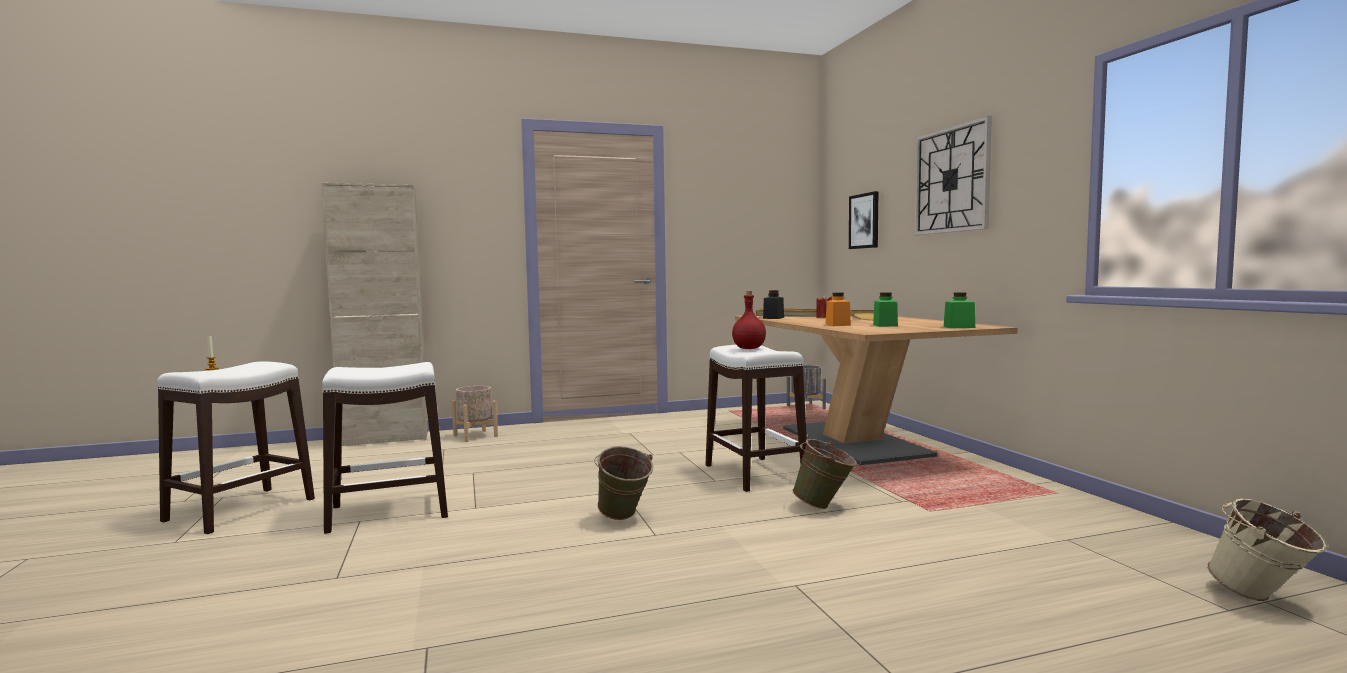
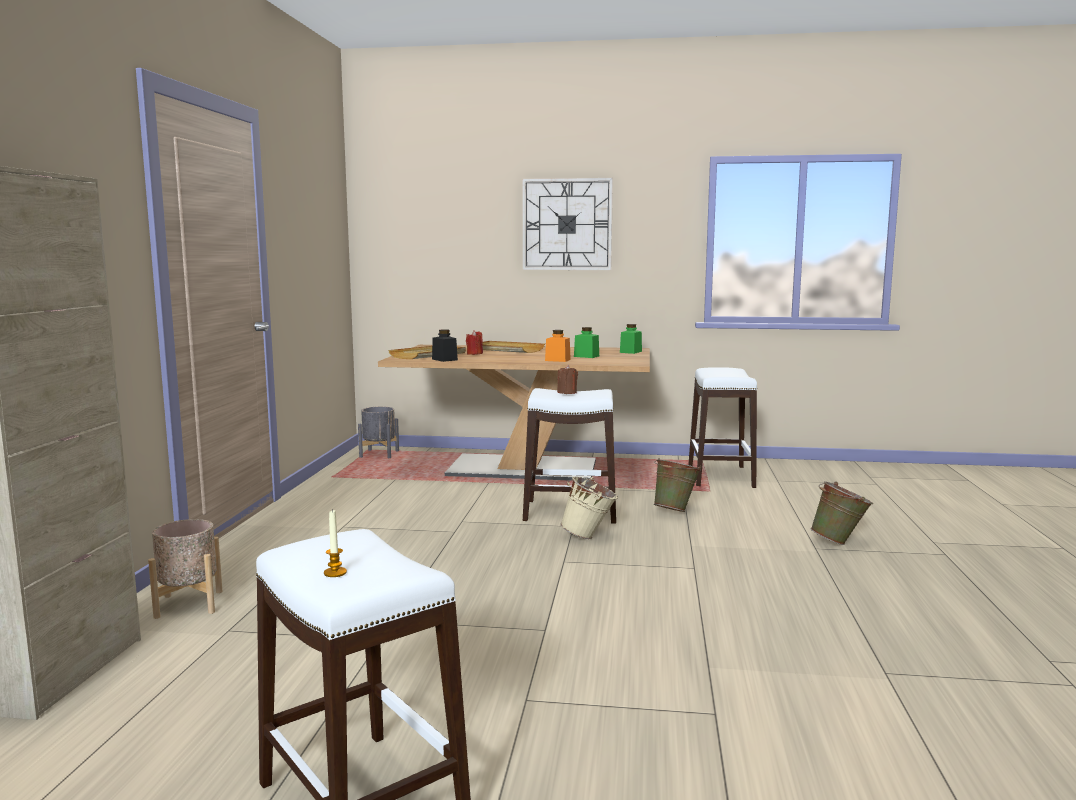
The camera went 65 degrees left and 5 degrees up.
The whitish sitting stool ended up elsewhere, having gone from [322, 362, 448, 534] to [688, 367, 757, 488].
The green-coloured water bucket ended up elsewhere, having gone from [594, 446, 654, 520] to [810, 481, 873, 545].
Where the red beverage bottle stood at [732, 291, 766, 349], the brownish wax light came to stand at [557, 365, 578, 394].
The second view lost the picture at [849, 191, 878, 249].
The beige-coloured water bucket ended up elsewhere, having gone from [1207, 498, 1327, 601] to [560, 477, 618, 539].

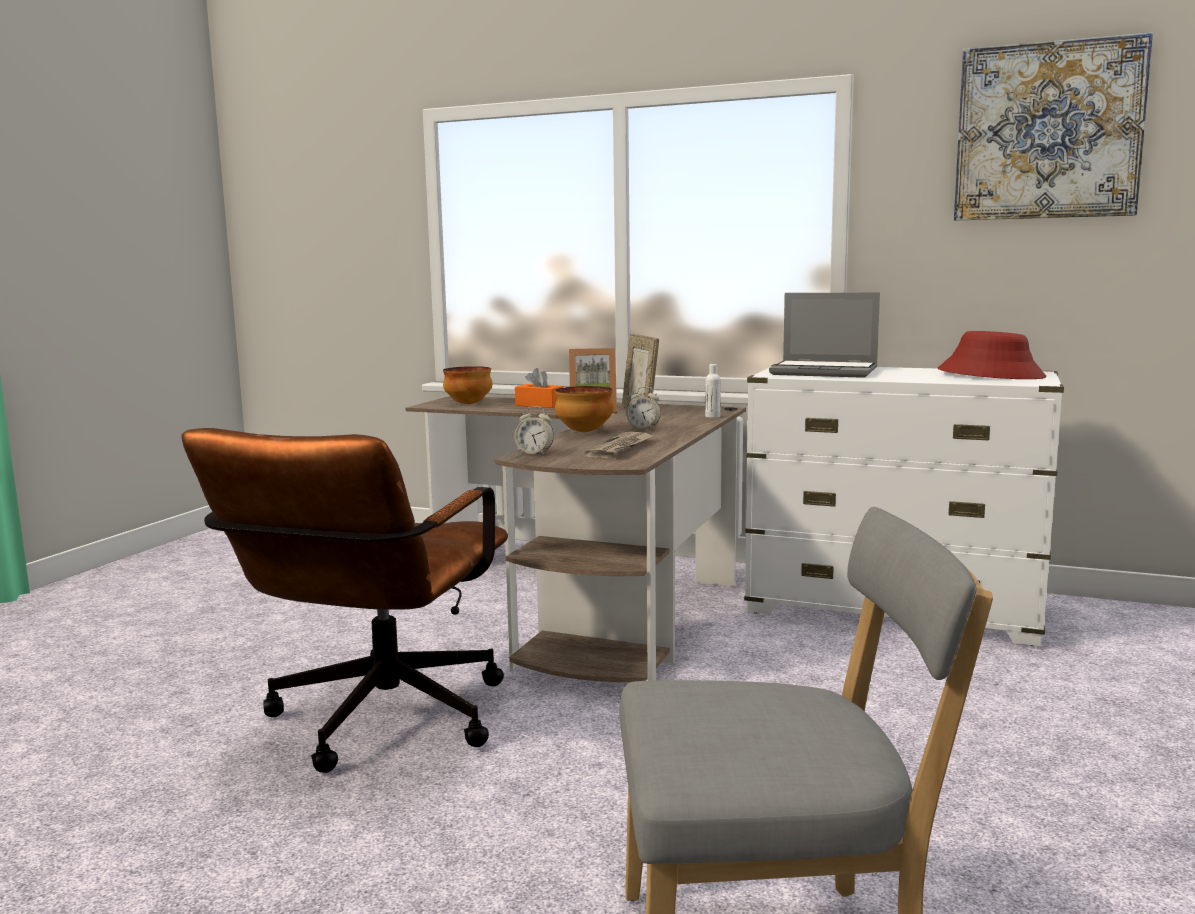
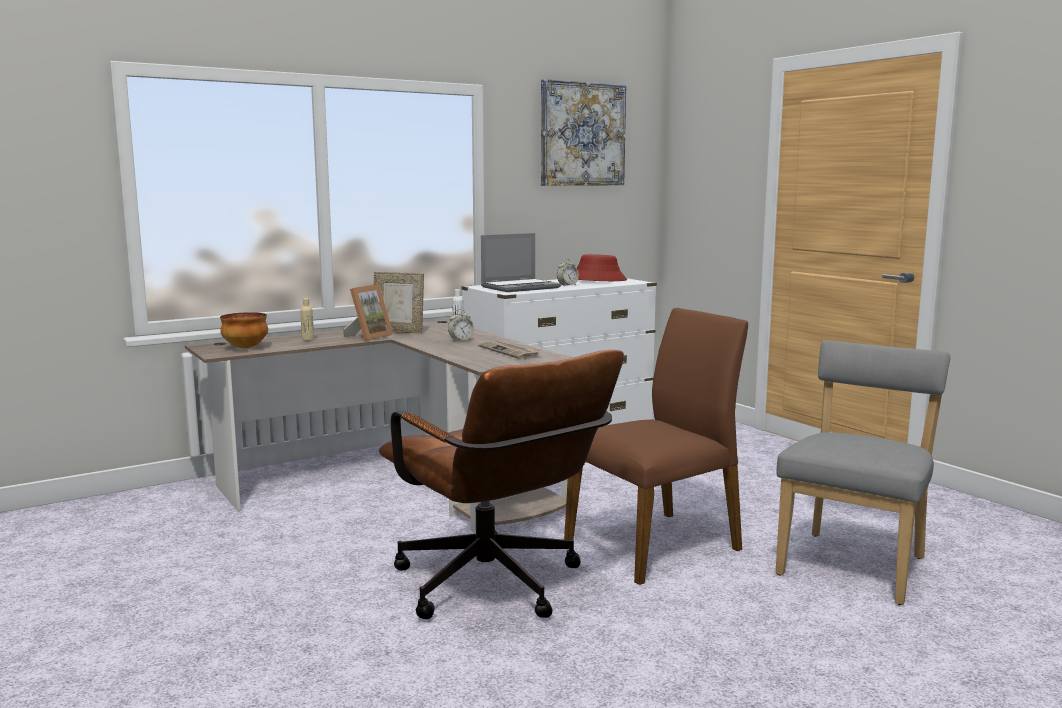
The camera went 55 degrees left and 0 degrees up.
The alarm clock ended up elsewhere, having gone from [514, 406, 554, 455] to [557, 258, 579, 286].
Where the orange box of tissues stood at [515, 368, 564, 408], the beige-coloured beverage bottle came to stand at [300, 298, 314, 341].
The second view lost the bowl at [555, 386, 614, 432].
The second view gained the brownish chair at [564, 308, 748, 585].

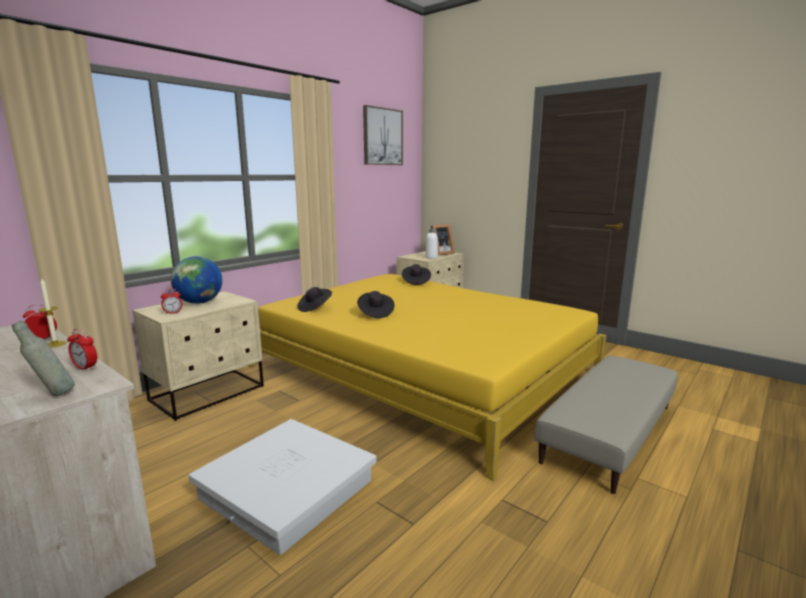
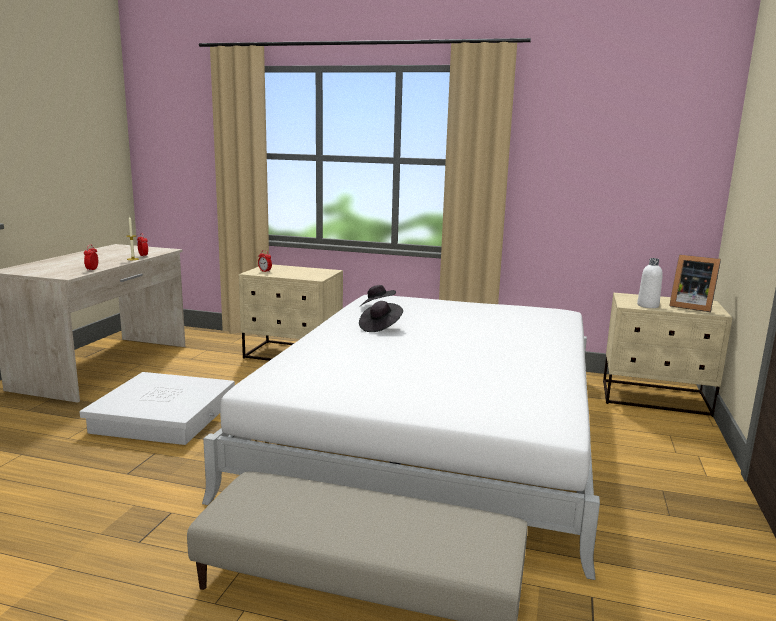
The camera went 65 degrees right and 0 degrees up.
The second view lost the grey beverage bottle at [12, 321, 75, 396].
The second view lost the globe at [171, 256, 222, 304].
What was the yellow sleeping bed at [247, 274, 606, 481] turned into the whitish sleeping bed at [202, 295, 600, 580].
The second view lost the picture at [363, 105, 403, 165].
The second view lost the black clothing hat at [402, 264, 431, 285].

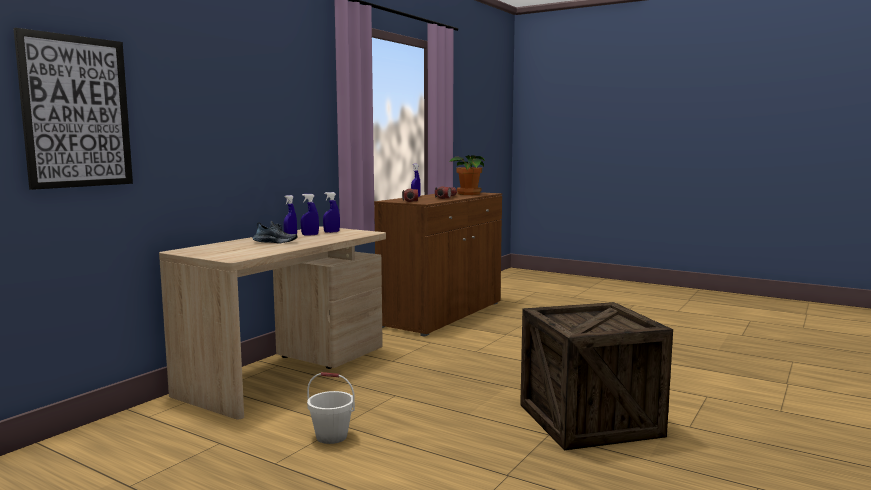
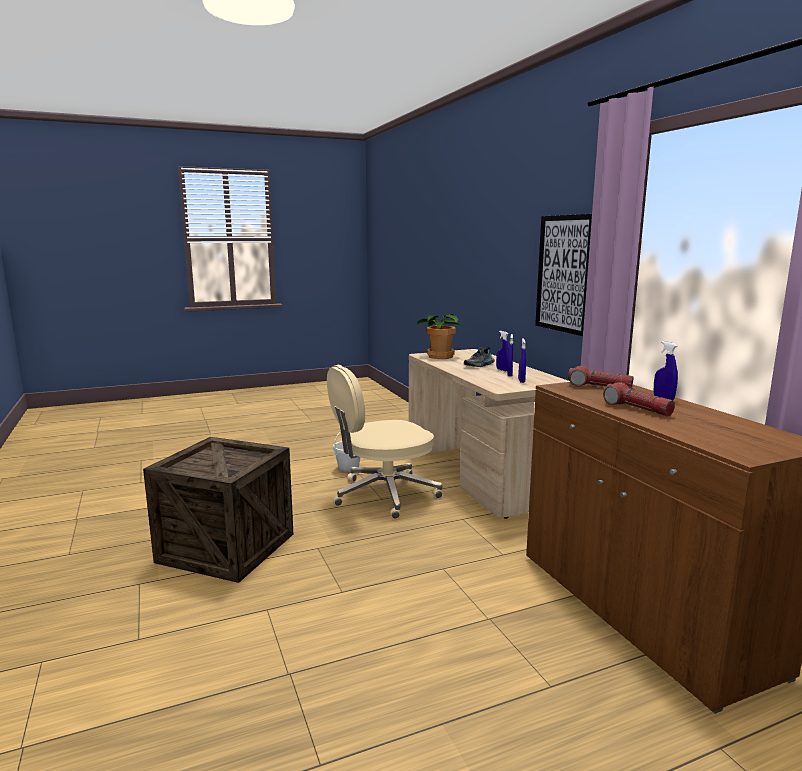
The camera went 125 degrees right and 5 degrees up.
The picture ended up elsewhere, having gone from [13, 28, 133, 190] to [535, 214, 592, 336].
The houseplant ended up elsewhere, having gone from [448, 155, 485, 195] to [417, 314, 459, 359].
The second view gained the beige-coloured office chair at [327, 365, 443, 519].

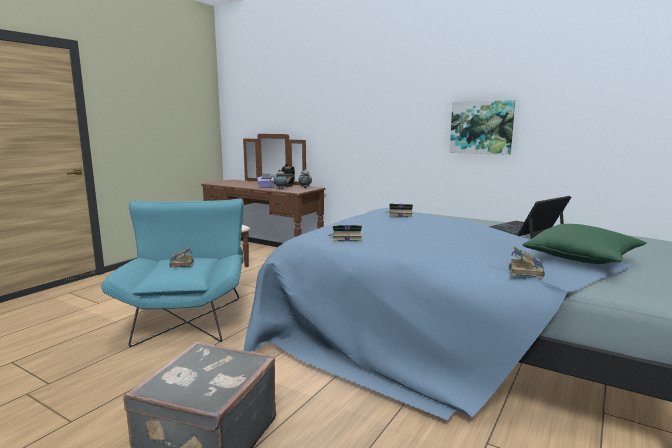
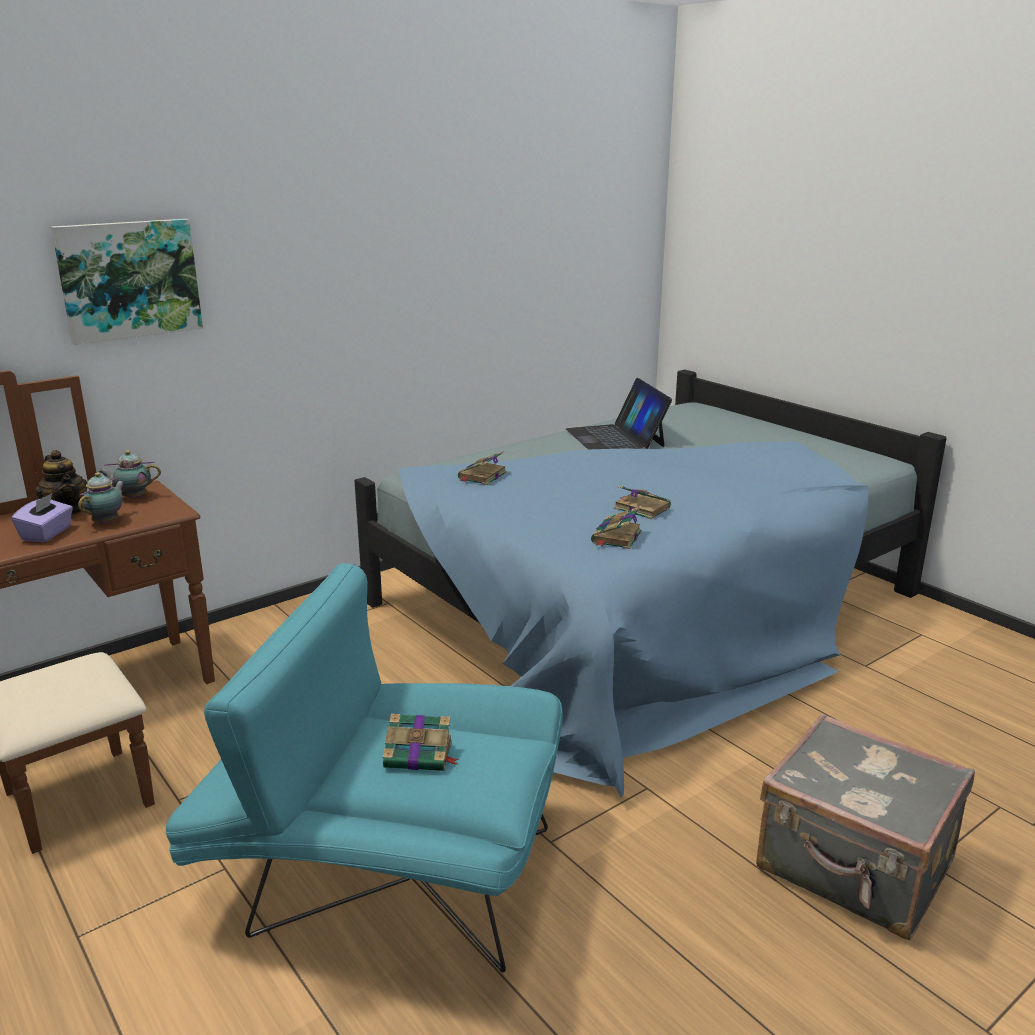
The camera went 70 degrees left and 10 degrees up.
The picture ended up elsewhere, having gone from [450, 100, 515, 155] to [51, 219, 203, 345].
The volume ended up elsewhere, having gone from [509, 246, 545, 278] to [614, 485, 671, 519].
The second view lost the green-coloured pillow at [522, 224, 646, 264].

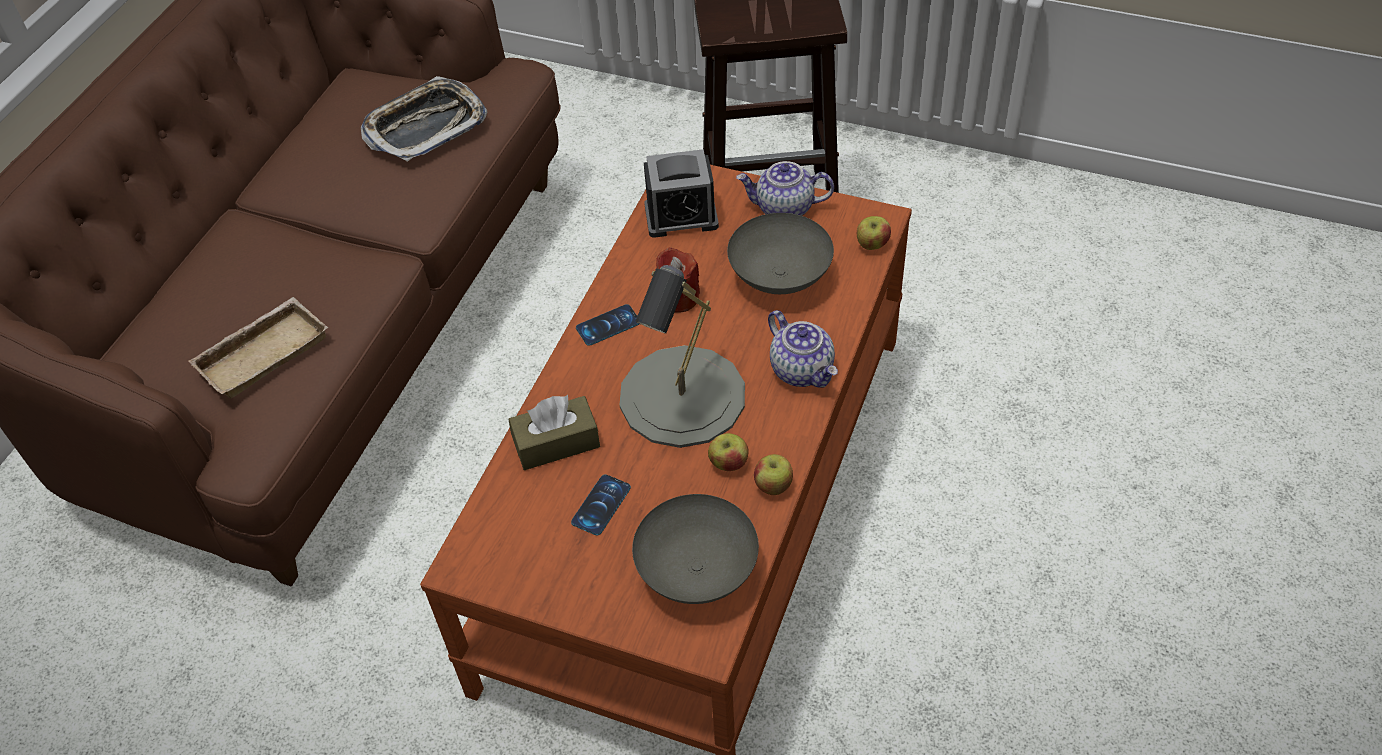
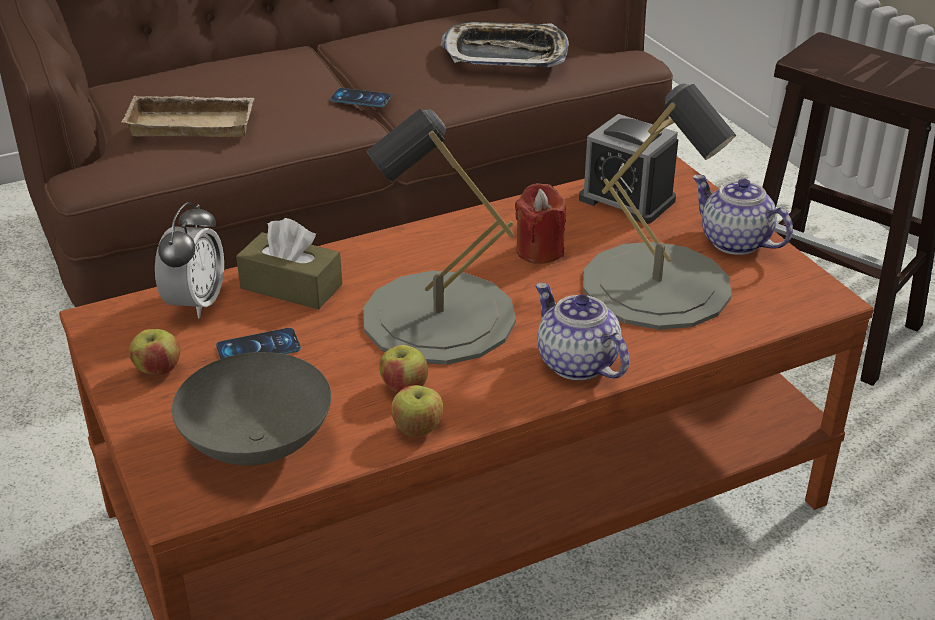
The camera went 40 degrees right and 15 degrees down.
The handset ended up elsewhere, having gone from [576, 304, 639, 346] to [330, 88, 391, 107].
Where the grey bowl stood at [727, 213, 834, 294], the grey table lamp came to stand at [583, 83, 736, 330].
The teapot at [768, 310, 838, 388] ended up facing another way, 135 degrees clockwise from before.
The apple ended up elsewhere, having gone from [857, 216, 891, 250] to [129, 329, 180, 375].
The second view gained the alarm clock at [155, 202, 224, 318].

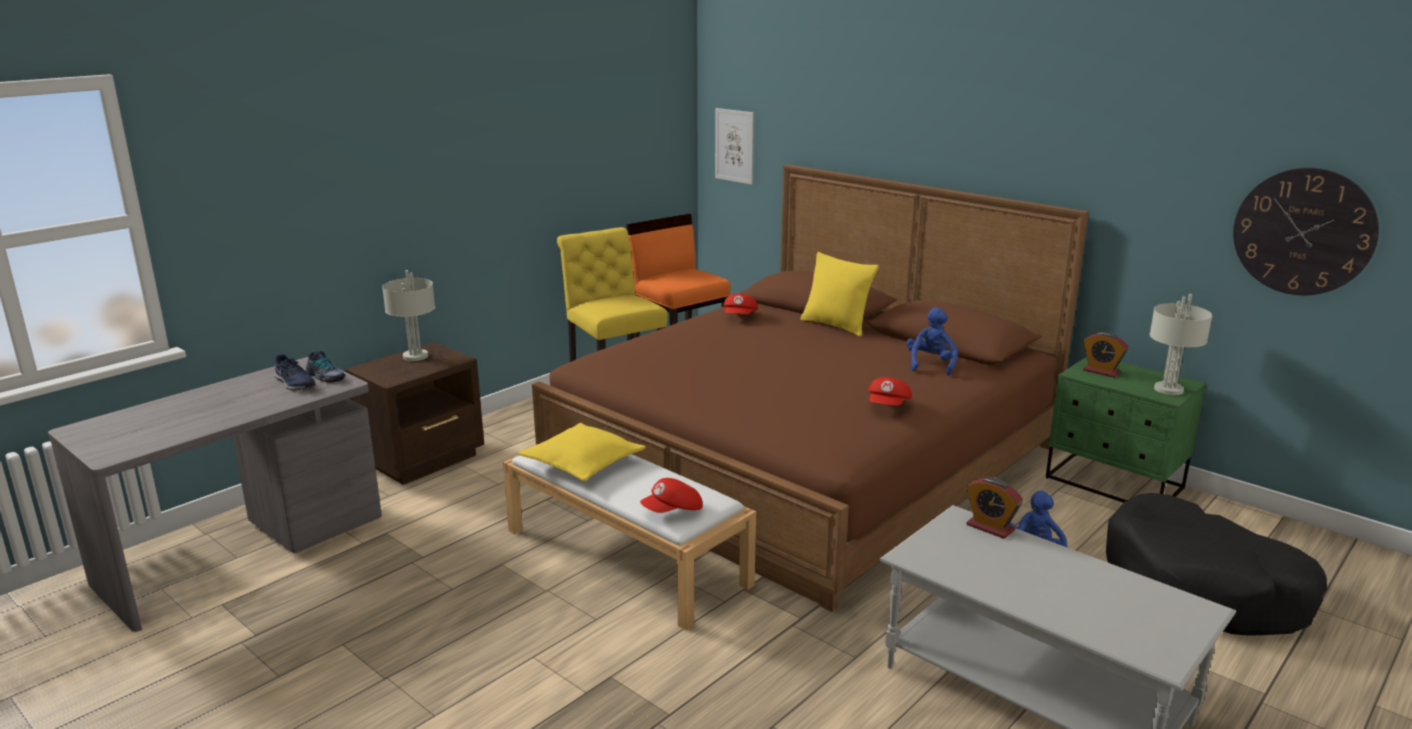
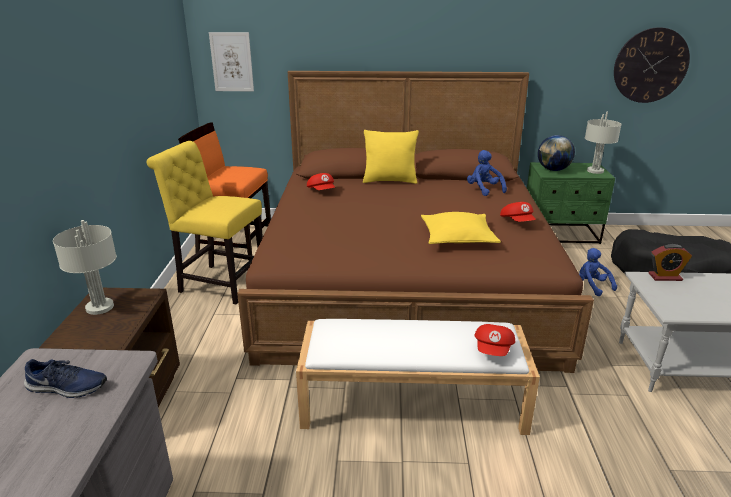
The camera went 40 degrees left and 5 degrees up.
The second view lost the low shoe at [306, 351, 346, 383].
The yellow pillow ended up elsewhere, having gone from [518, 423, 646, 481] to [421, 212, 501, 244].
Where the alarm clock stood at [1083, 332, 1129, 377], the globe came to stand at [538, 135, 575, 171].

